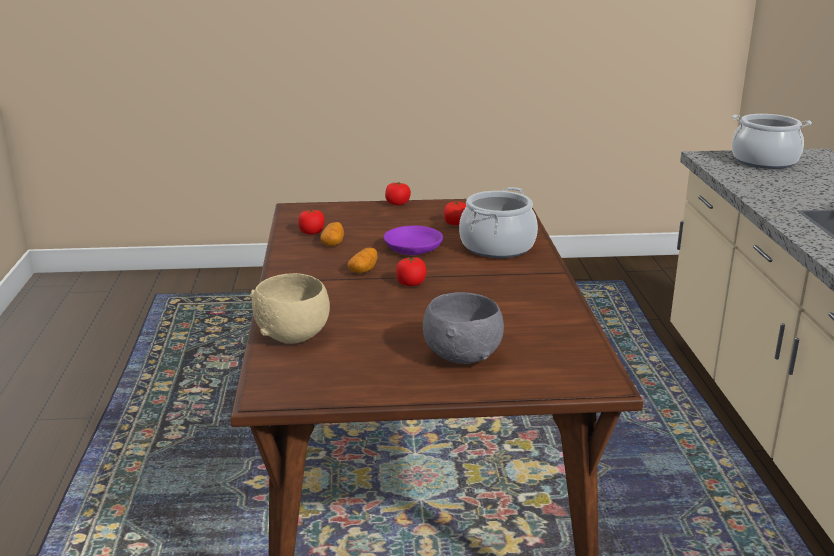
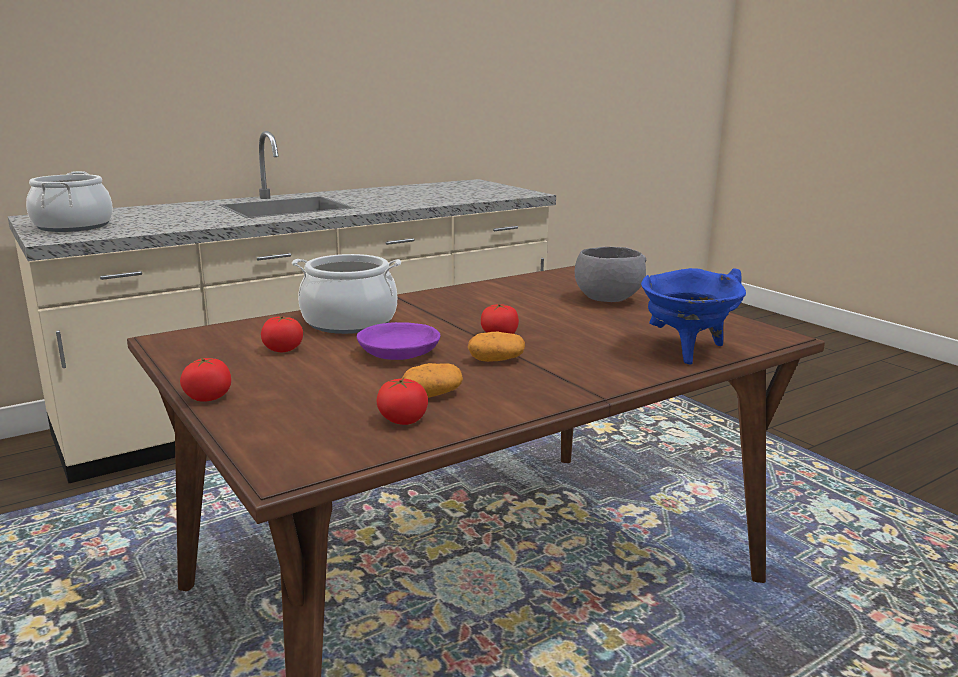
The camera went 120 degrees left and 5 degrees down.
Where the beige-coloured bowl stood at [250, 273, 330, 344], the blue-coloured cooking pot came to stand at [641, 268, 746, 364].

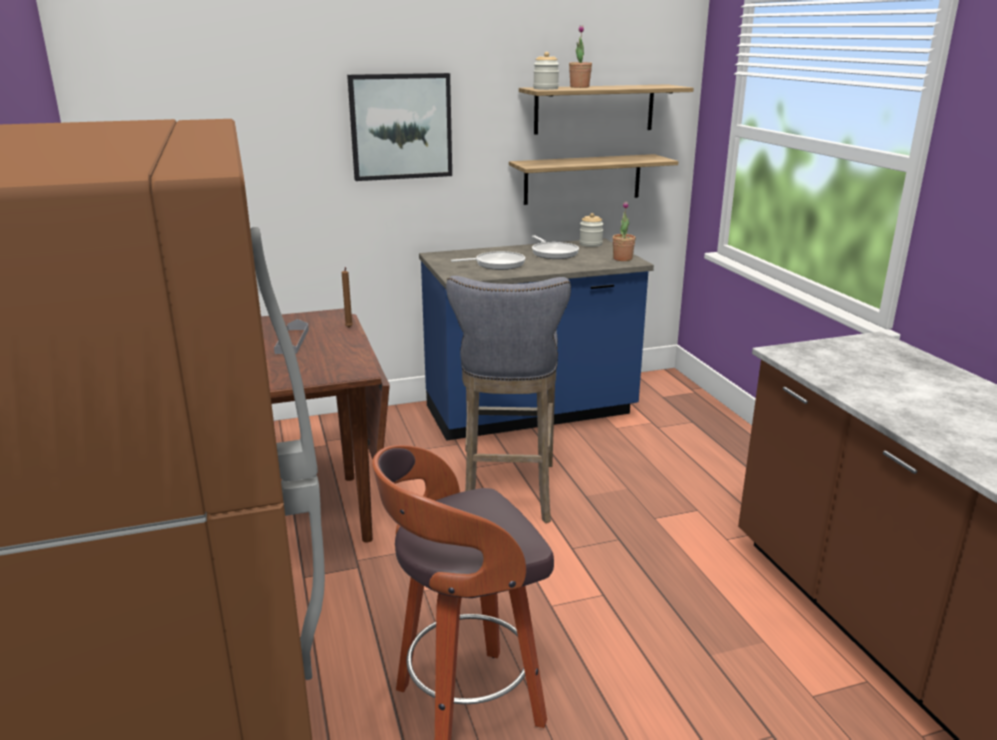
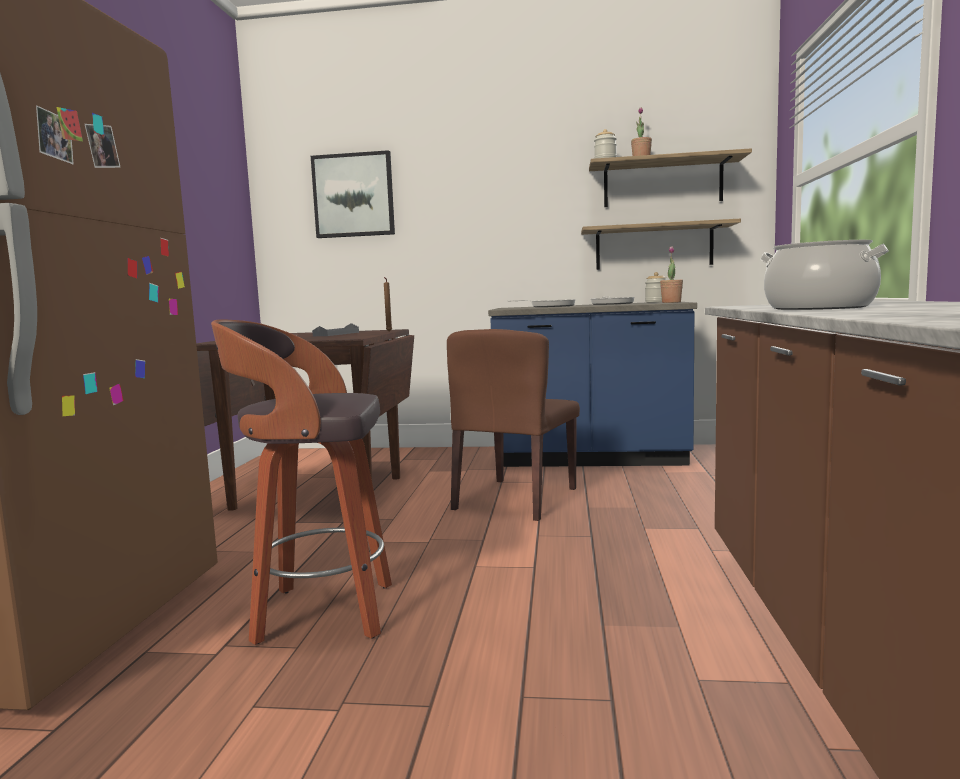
The camera went 25 degrees right and 15 degrees down.
The picture ended up elsewhere, having gone from [347, 73, 452, 181] to [311, 150, 395, 238].
Where the grey sitting stool stood at [446, 276, 571, 523], the brownish chair came to stand at [447, 329, 580, 521].
The second view gained the cooking pot at [760, 240, 889, 310].

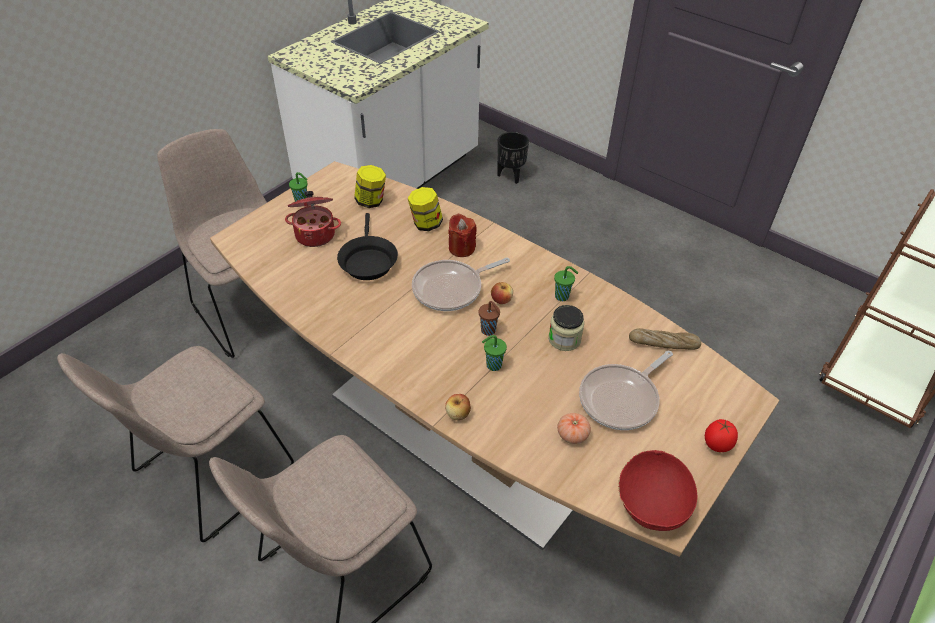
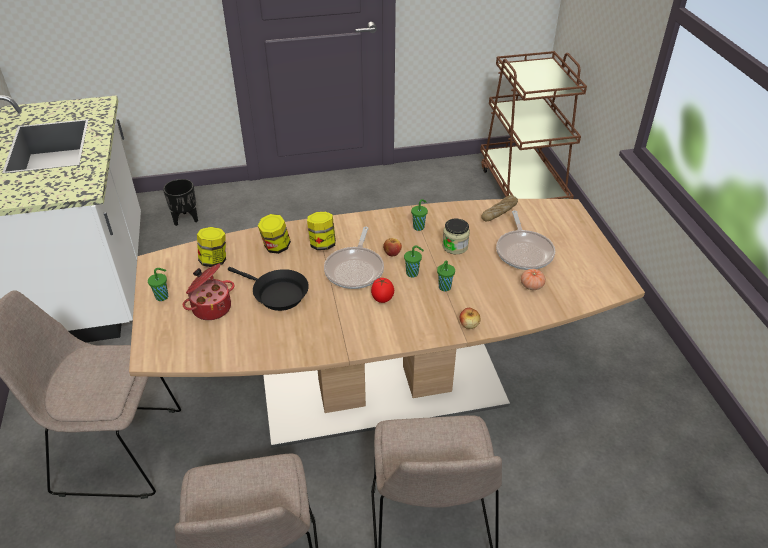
The camera went 50 degrees left and 5 degrees down.
Where the red wax light stood at [448, 214, 477, 257], the preserve jar came to stand at [307, 212, 336, 250].
What was the brownish cup at [479, 301, 500, 336] turned into the green-coloured cup at [404, 246, 424, 277].
The second view lost the red bowl at [618, 450, 697, 531].
The whole tomato ended up elsewhere, having gone from [705, 419, 738, 452] to [371, 278, 394, 303].

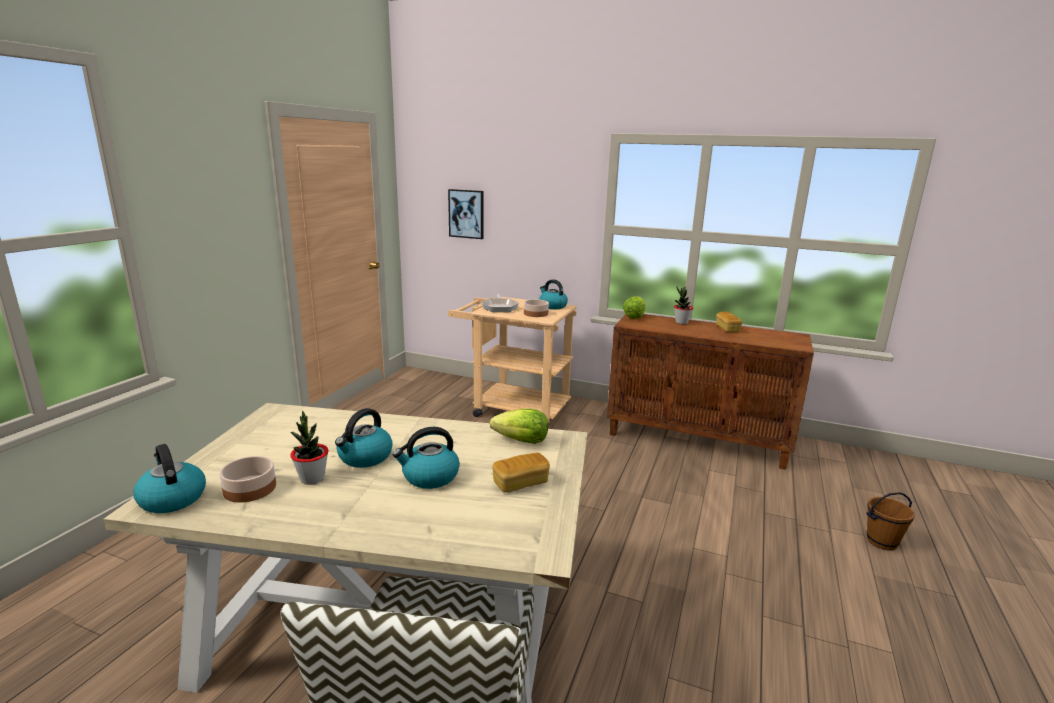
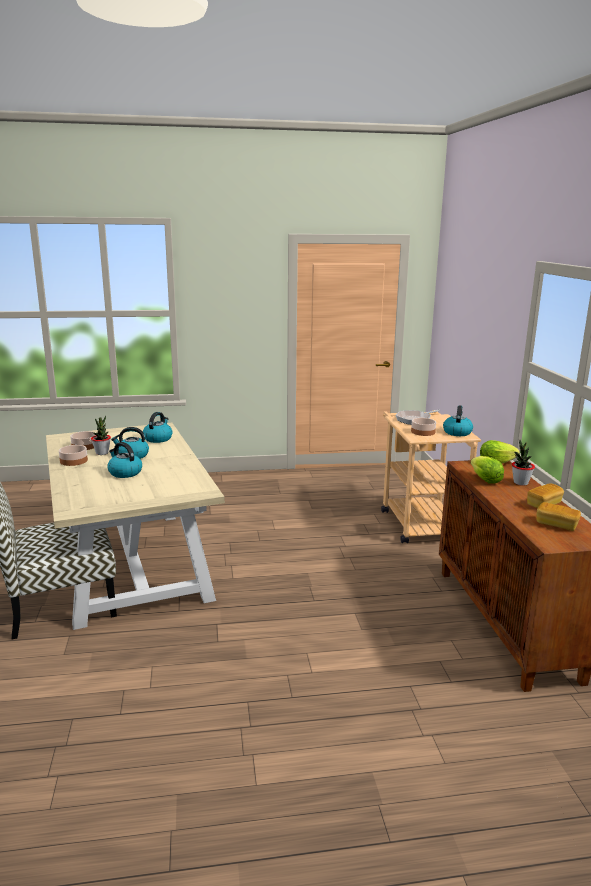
The camera went 60 degrees right and 0 degrees up.
The kettle ended up elsewhere, having gone from [133, 444, 206, 513] to [143, 412, 173, 443].
The second view lost the picture at [448, 189, 483, 239].
The lettuce head ended up elsewhere, having gone from [490, 409, 548, 444] to [471, 456, 504, 484].
The baked bread ended up elsewhere, having gone from [492, 452, 550, 492] to [536, 502, 581, 531].
The second view lost the brownish water bucket at [866, 492, 915, 550].
The second view gained the bowl at [59, 445, 88, 466].

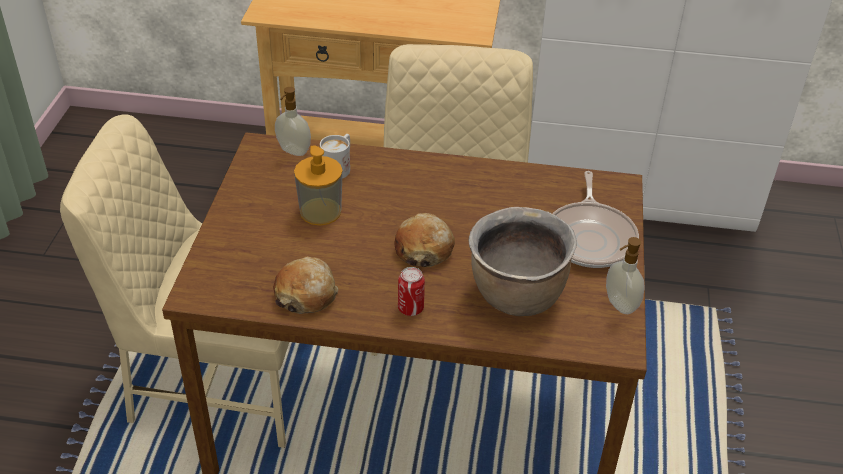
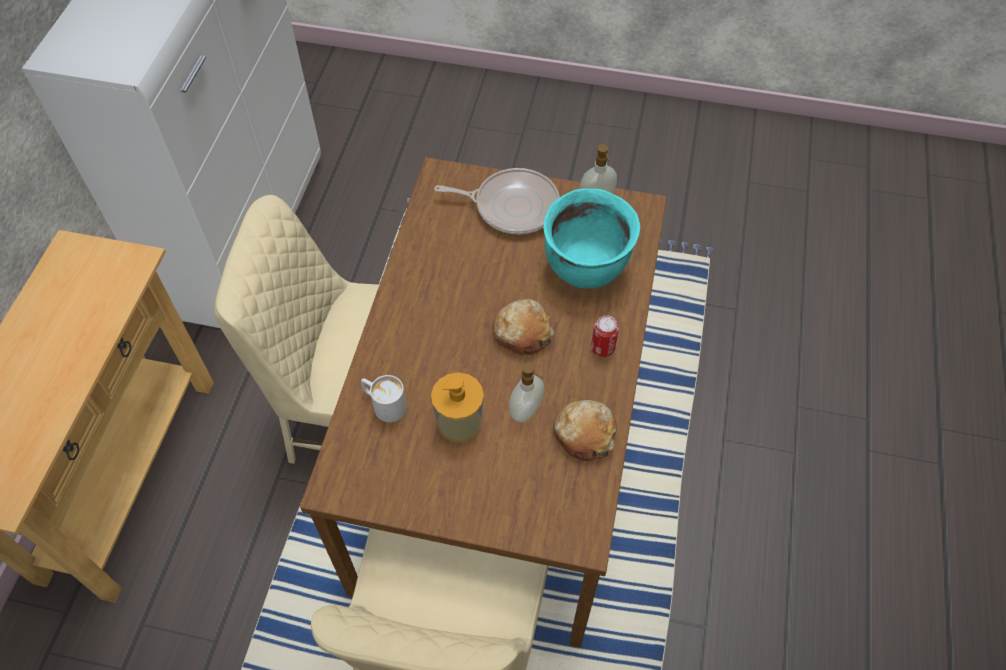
The camera went 85 degrees left and 15 degrees up.
The liquid soap bottle ended up elsewhere, having gone from [275, 87, 311, 156] to [509, 362, 544, 422].
What was the brownish cooking pot at [468, 207, 577, 316] turned into the turquoise cooking pot at [544, 189, 640, 289].

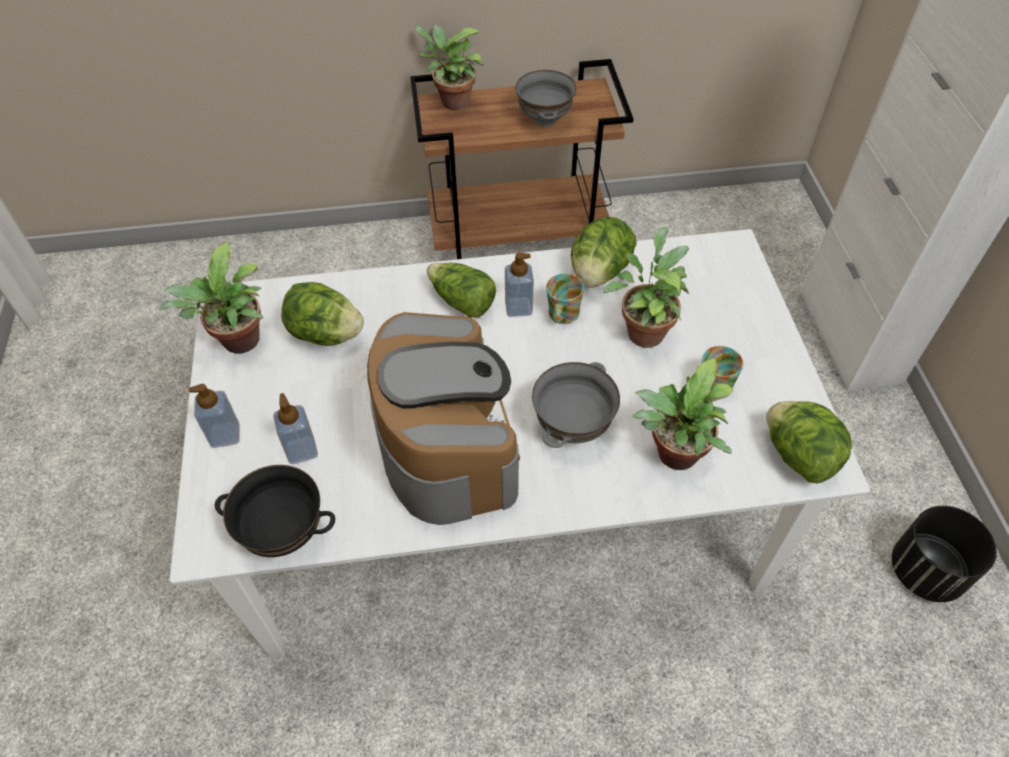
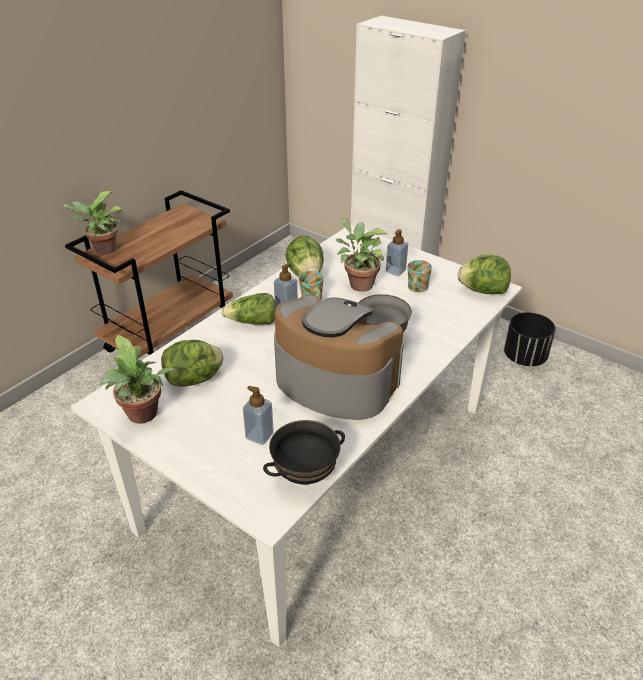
The camera went 45 degrees left and 15 degrees down.
The liquid soap bottle ended up elsewhere, having gone from [188, 384, 240, 448] to [386, 229, 408, 276].
The second view lost the grey bowl at [516, 70, 576, 126].
The second view lost the houseplant at [632, 358, 733, 470].

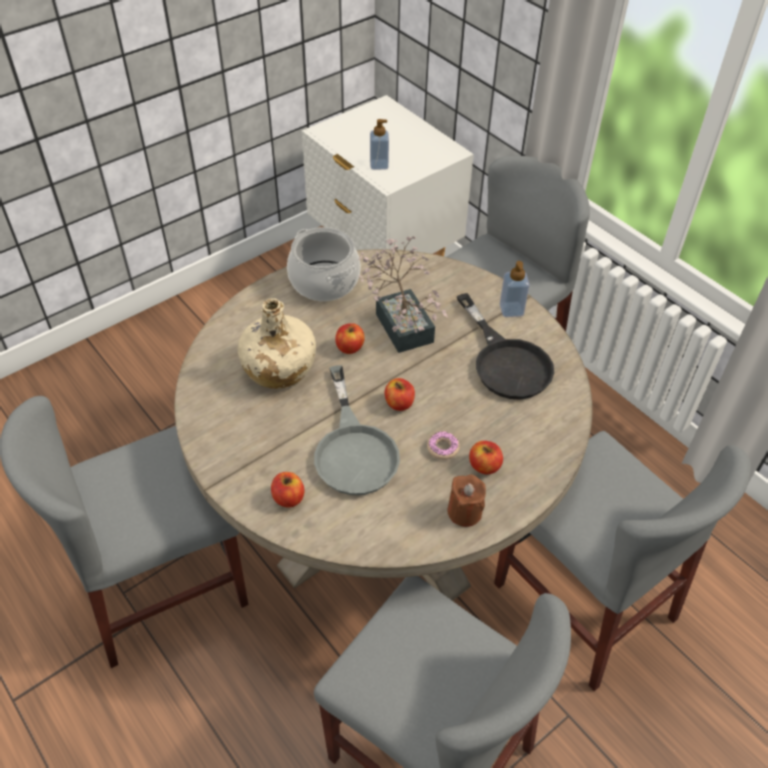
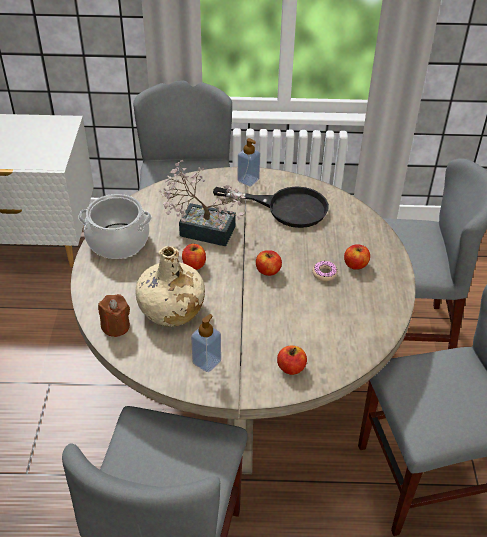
The camera went 50 degrees left and 5 degrees down.
The second view lost the grey pan at [314, 365, 400, 495].
The liquid soap bottle ended up elsewhere, having gone from [370, 119, 389, 170] to [191, 314, 221, 372].
The brownish wax light ended up elsewhere, having gone from [448, 474, 486, 527] to [98, 294, 130, 337].

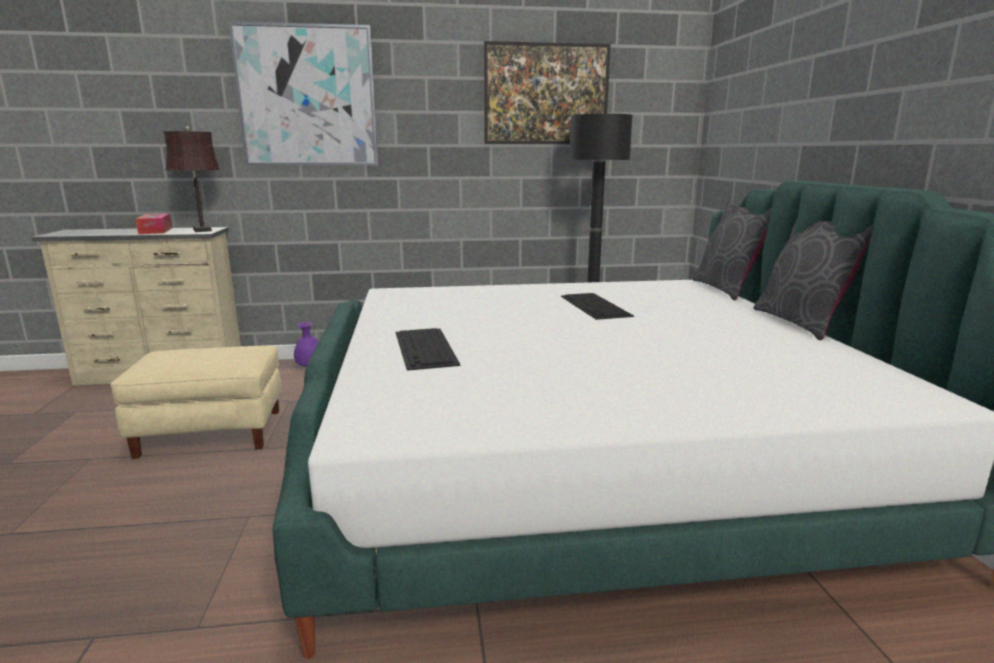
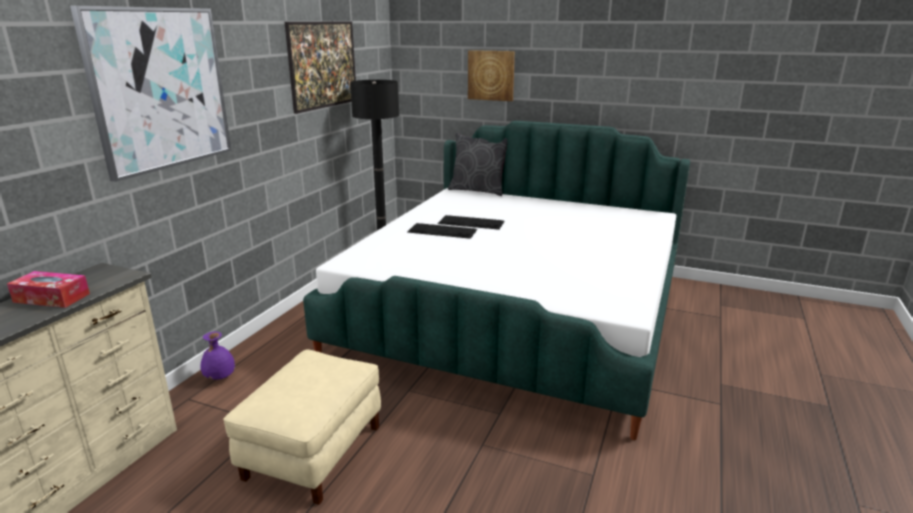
The camera went 60 degrees left and 5 degrees up.
The second view lost the brownish table lamp at [164, 126, 221, 232].
The keyboard ended up elsewhere, having gone from [396, 328, 461, 371] to [407, 223, 477, 239].
The second view lost the grey pillow at [753, 220, 873, 340].
The second view gained the picture at [468, 50, 515, 101].

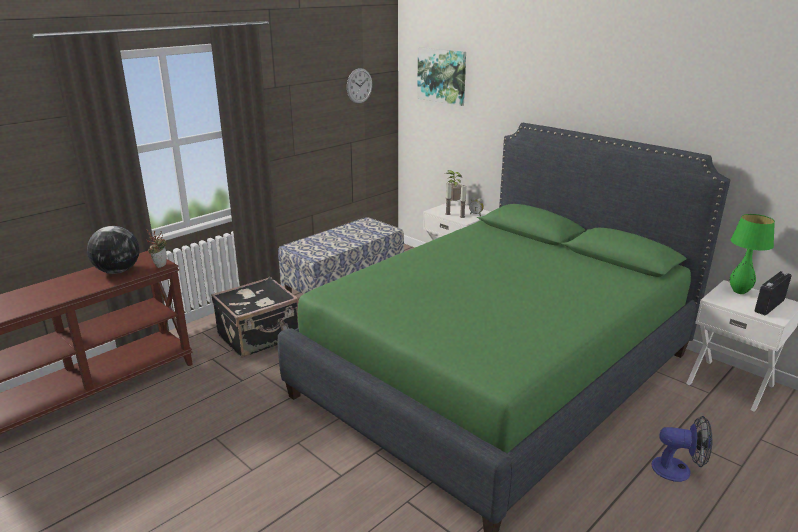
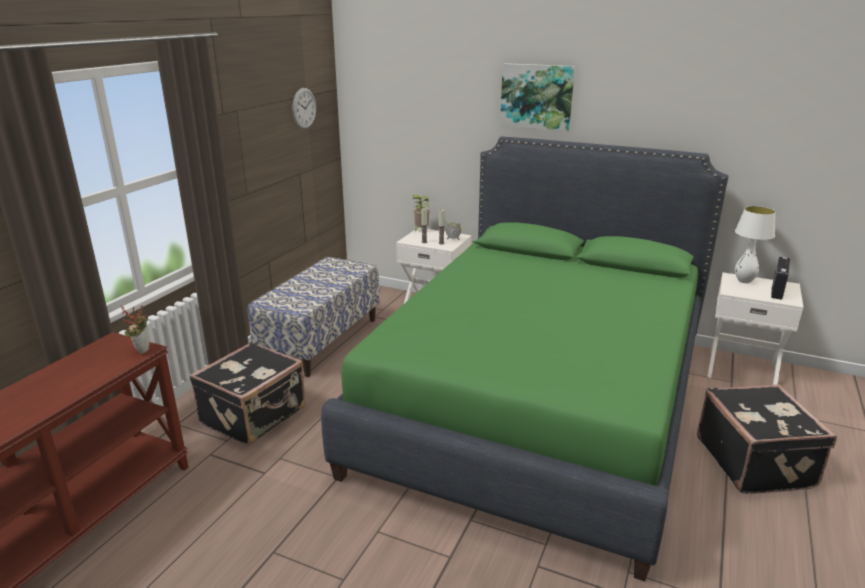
The camera went 20 degrees left and 0 degrees up.
The second view lost the globe at [87, 226, 139, 274].
The picture ended up elsewhere, having gone from [417, 47, 466, 106] to [500, 63, 575, 131].
Where the fan stood at [651, 416, 712, 482], the black travel case came to stand at [697, 384, 837, 494].
What was the green-coloured table lamp at [730, 214, 775, 294] turned into the whitish table lamp at [735, 206, 776, 283].

